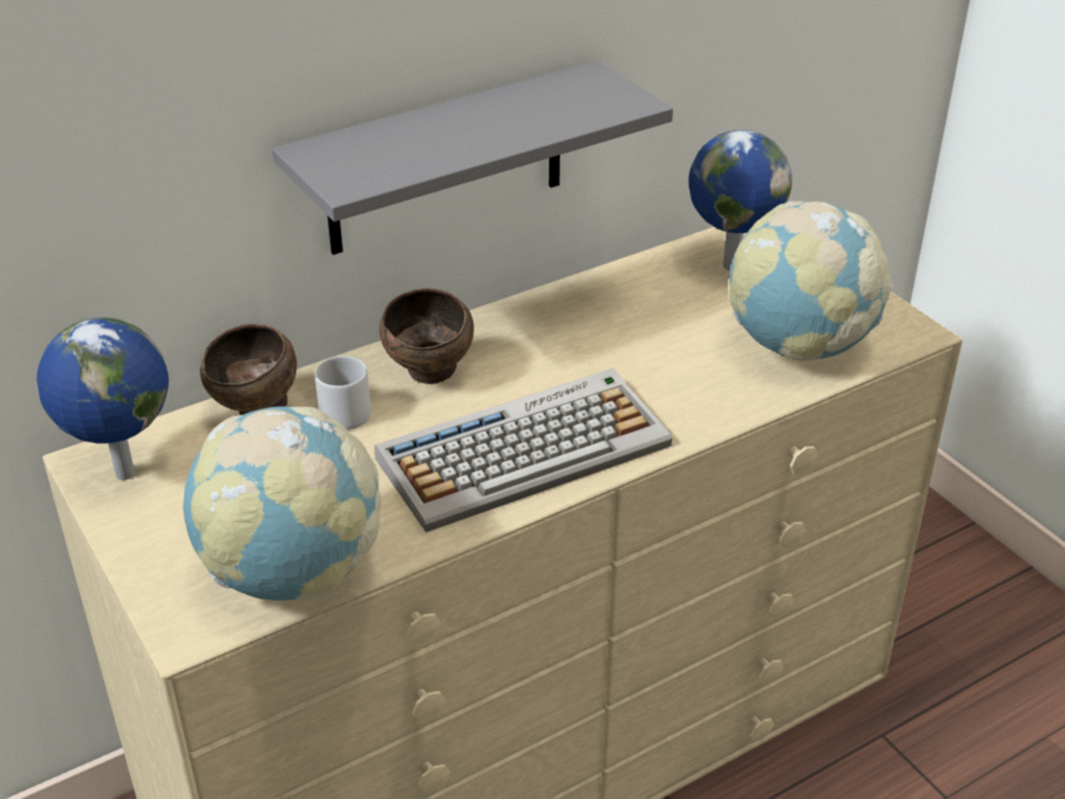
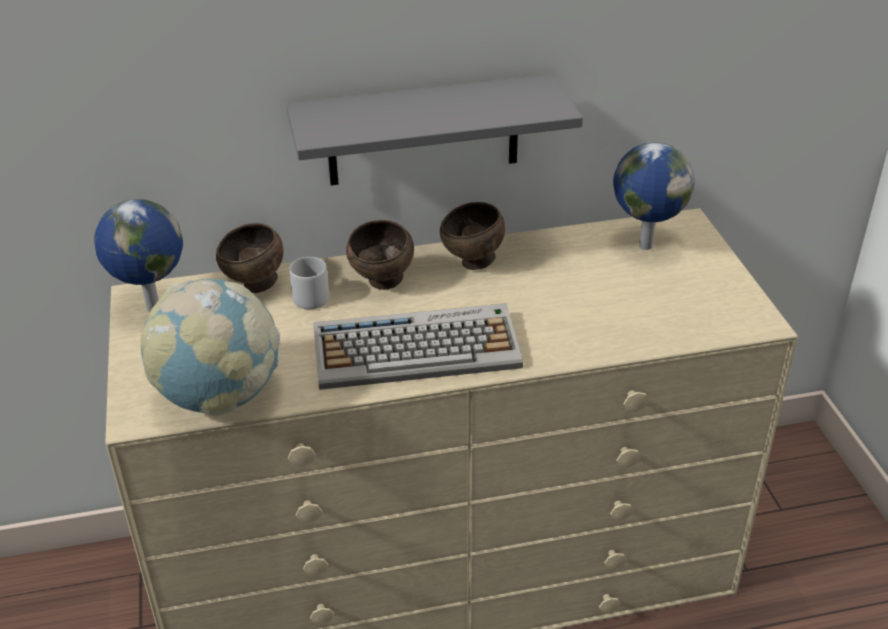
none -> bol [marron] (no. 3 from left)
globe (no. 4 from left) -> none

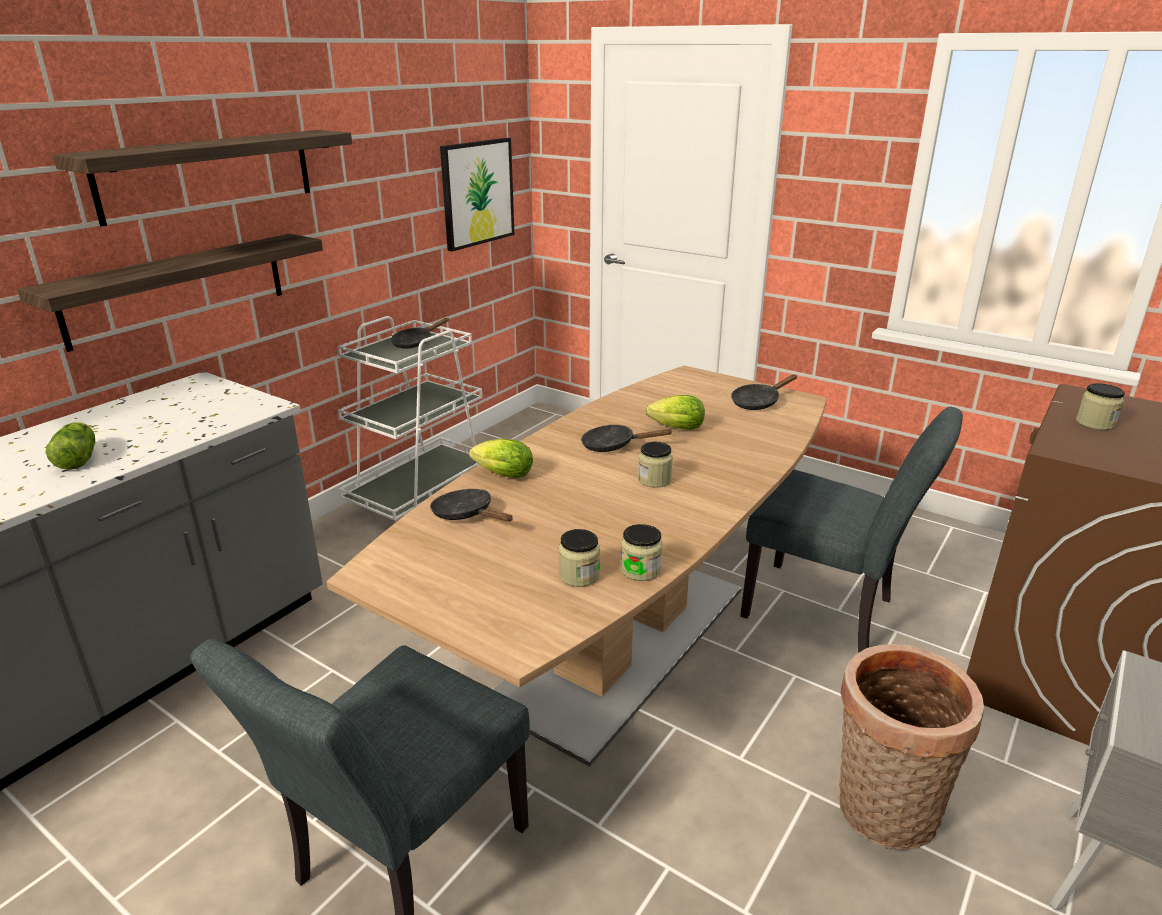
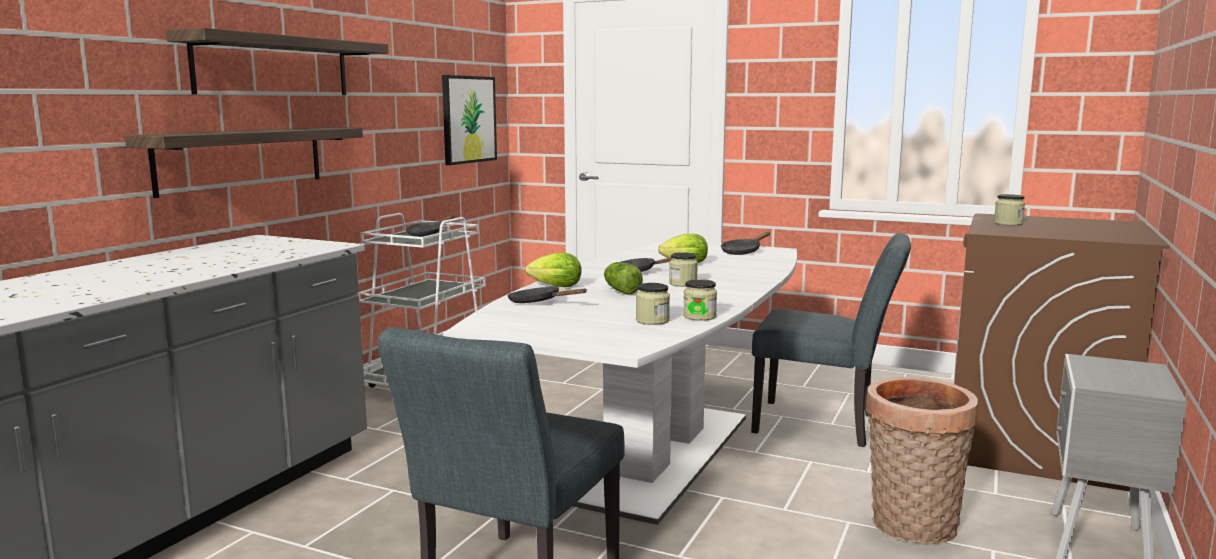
table à manger [marron] -> table à manger [blanc]
laitue (no. 1 from left in the first image) -> laitue (no. 2 from left), shifted

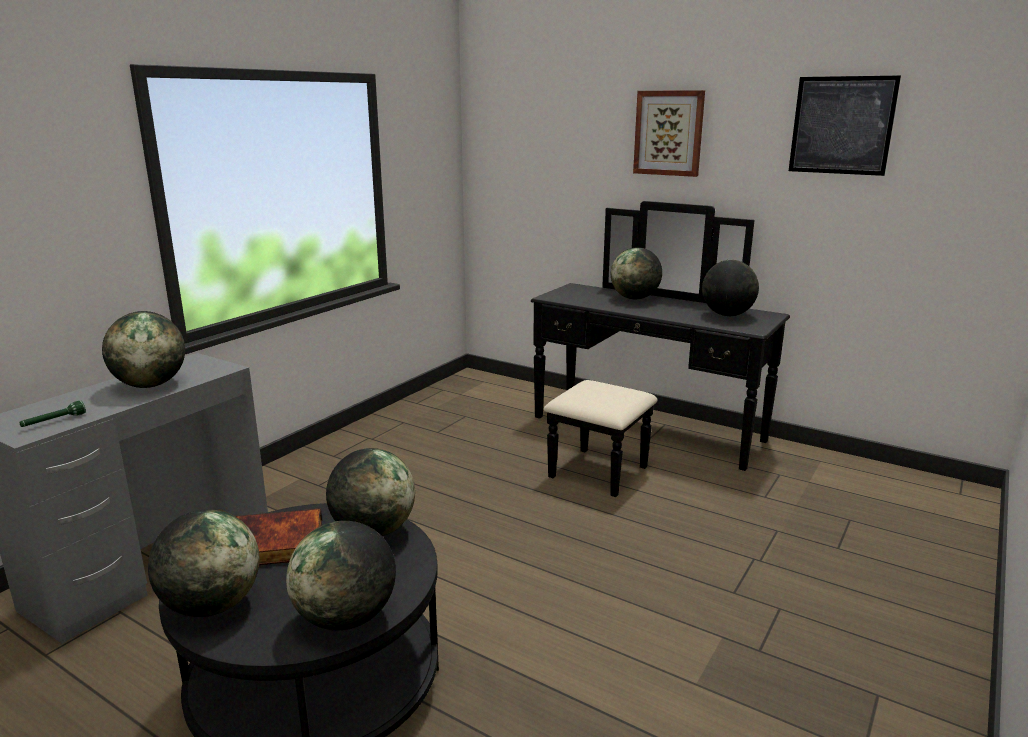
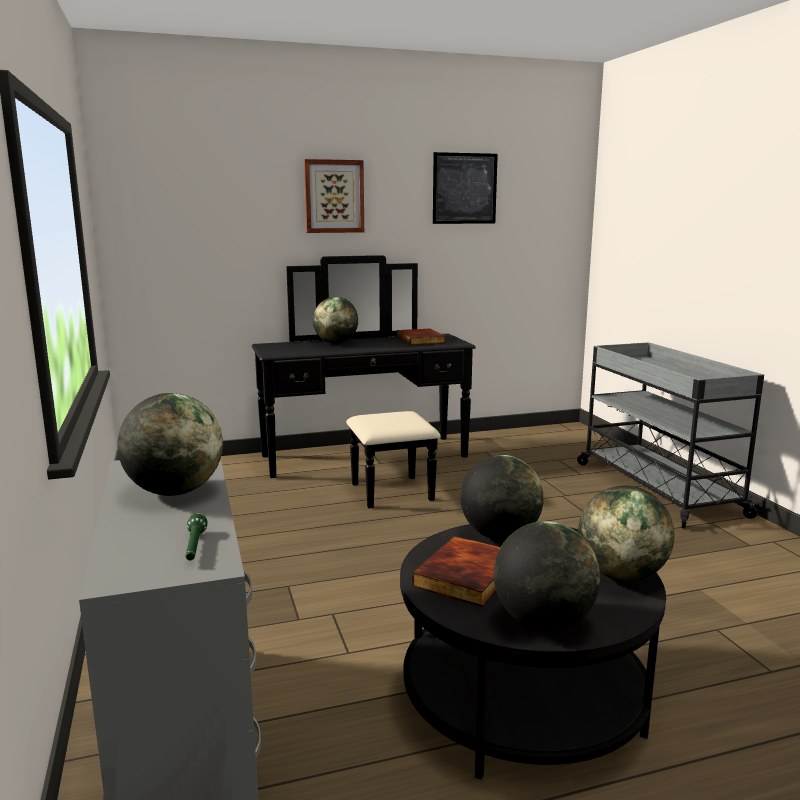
globe (no. 6 from left) -> livre (no. 1 from left)
none -> chariot [gris]

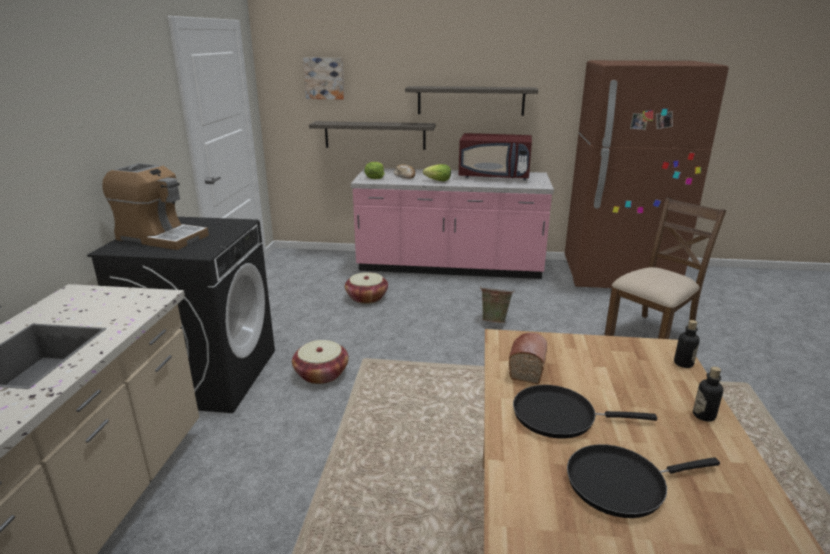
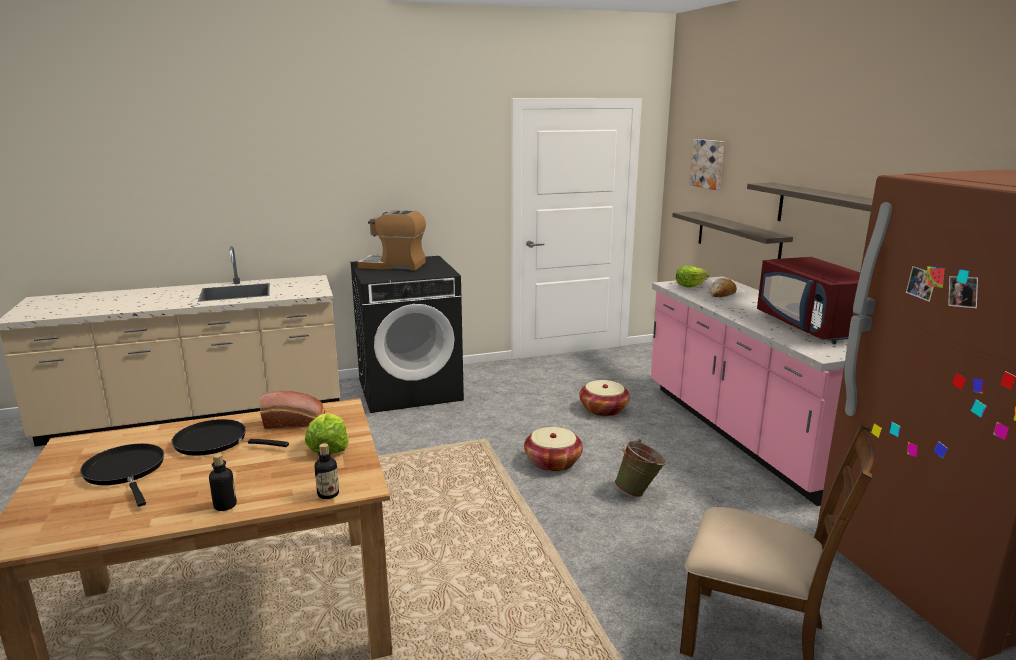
poêle [noir] (no. 1 from left in the first image) -> poêle [noir] (no. 2 from left), 60 degrees counterclockwise
laitue (no. 2 from left in the first image) -> laitue (no. 1 from left), shifted
machine à café, 105 degrees clockwise
panier (no. 1 from left), shifted

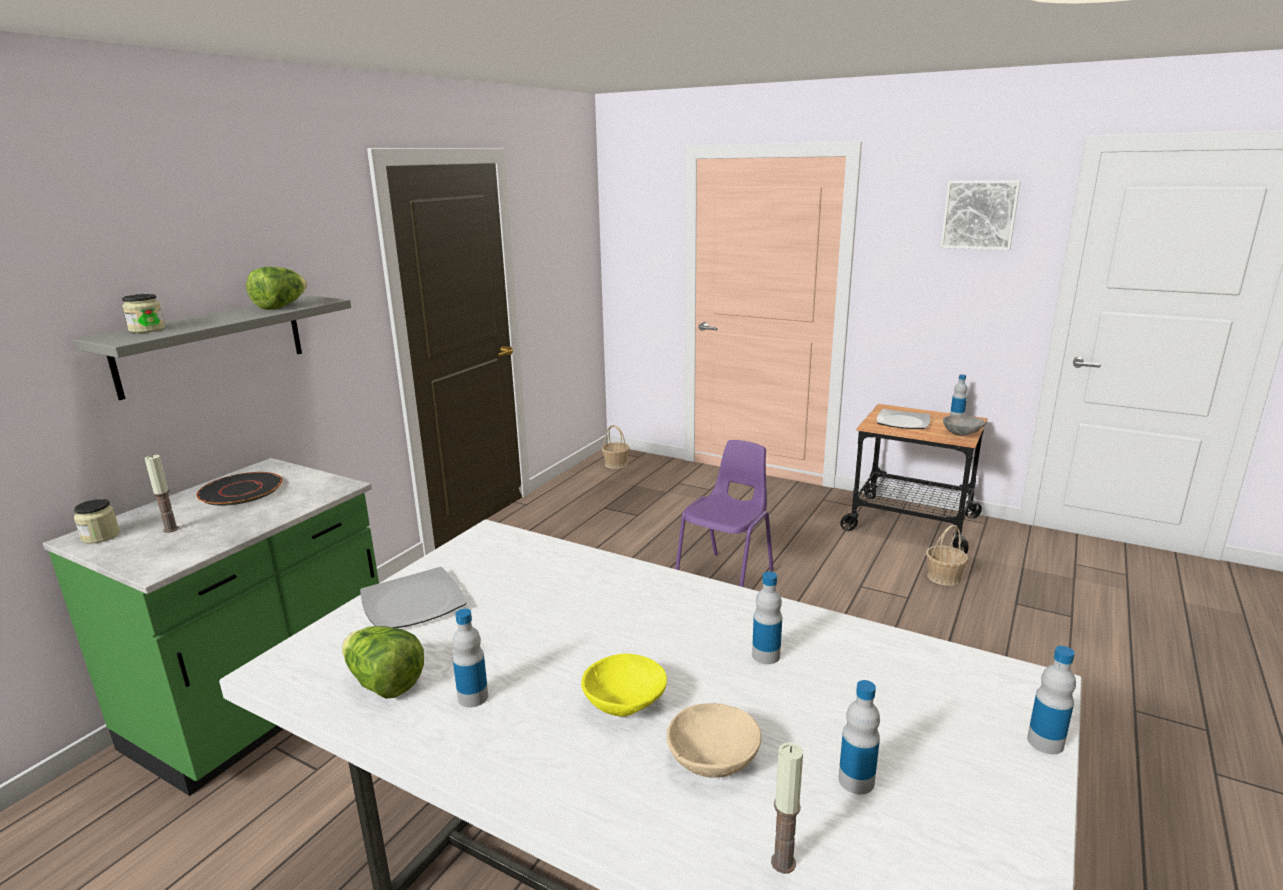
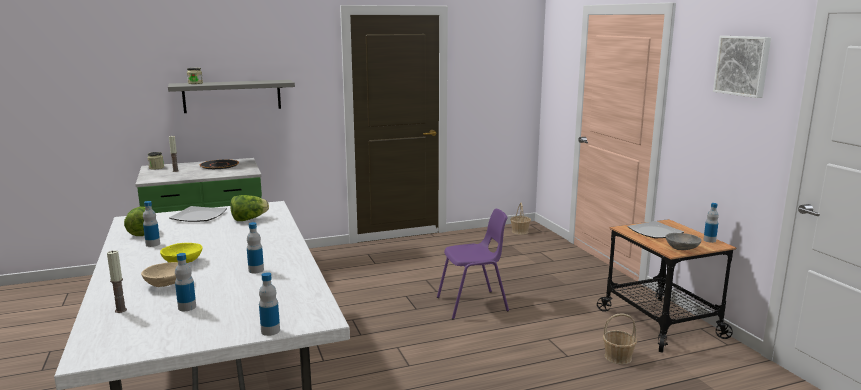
laitue (no. 1 from left in the first image) -> laitue (no. 2 from left), shifted

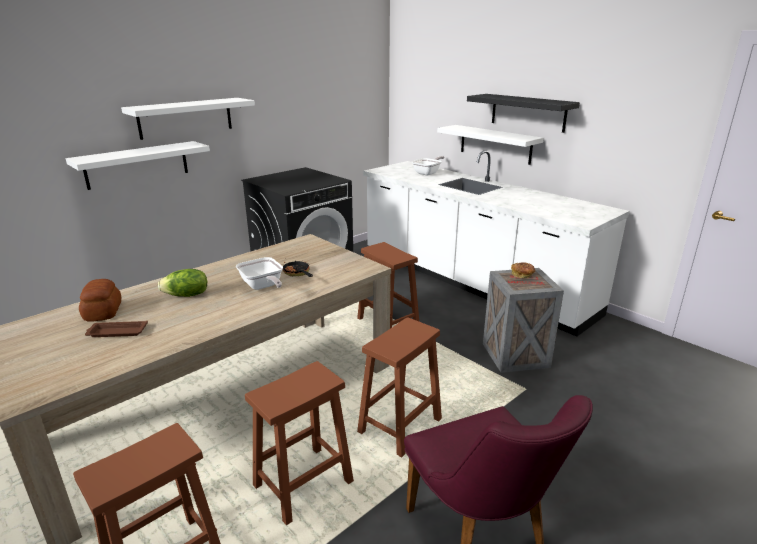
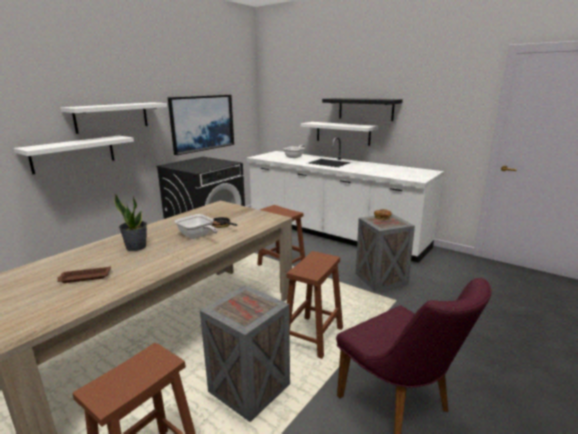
laitue -> plante en pot
none -> tableau
tabouret [marron] (no. 2 from left) -> caisse (no. 1 from left)
pain (no. 1 from left) -> none

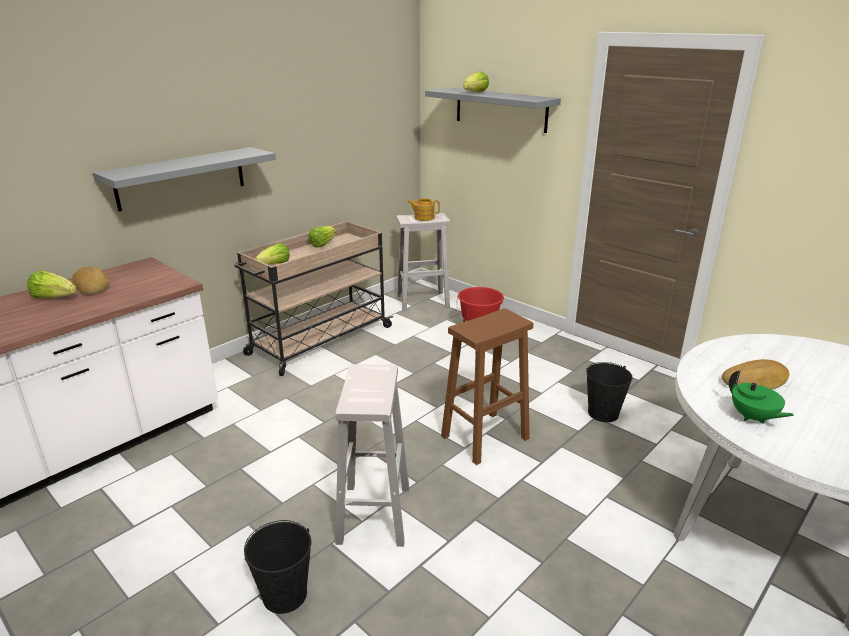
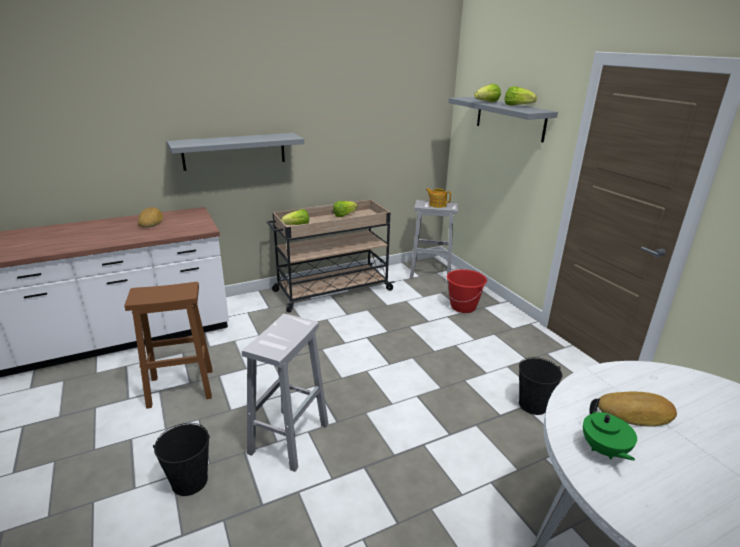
tabouret [marron], shifted
laitue (no. 1 from left in the first image) -> laitue (no. 4 from left), shifted

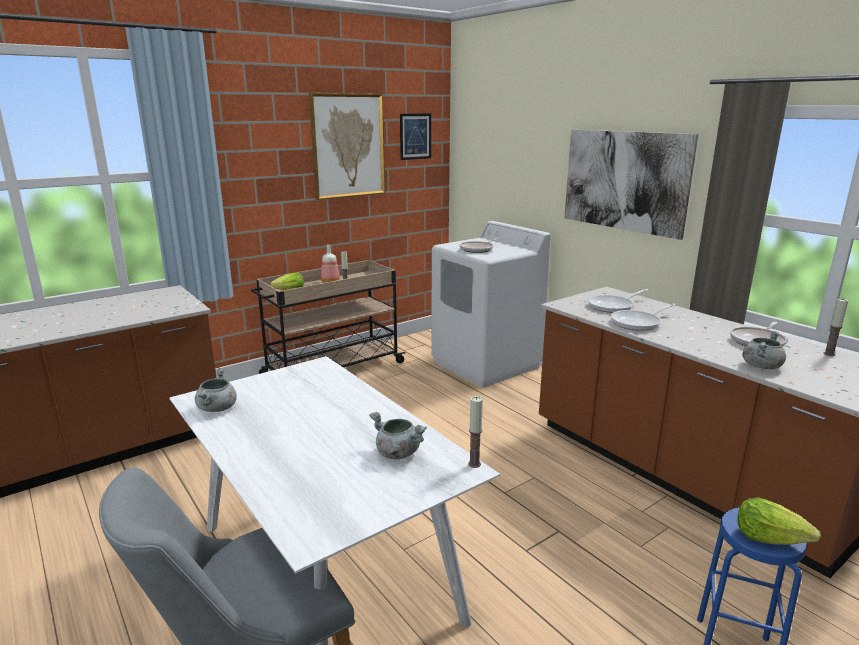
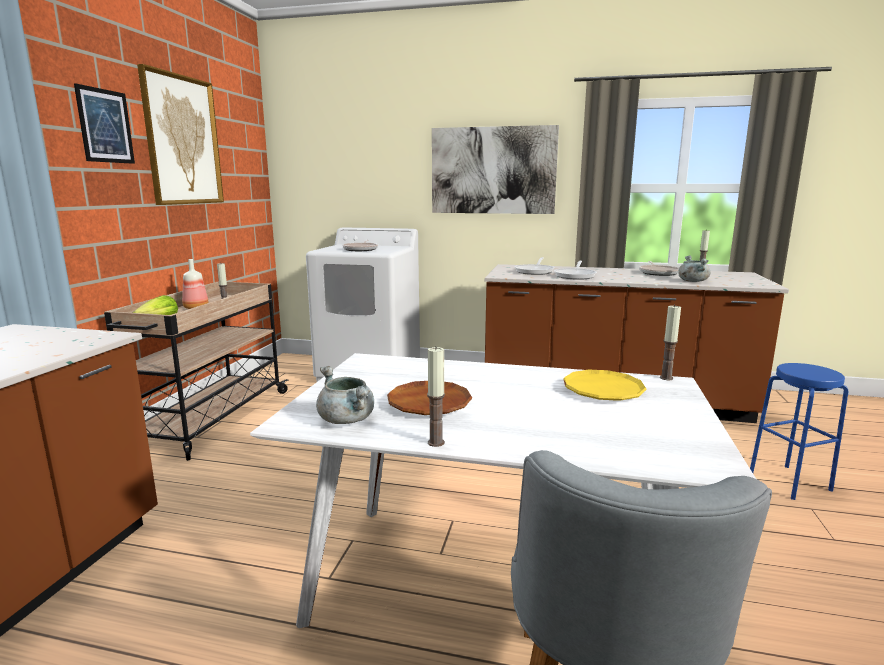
tableau (no. 2 from left in the first image) -> tableau (no. 1 from left), shifted
none -> assiette [marron]
none -> bougie (no. 2 from left)
marmite [gris] (no. 2 from left) -> assiette [jaune]
laitue (no. 2 from left) -> none

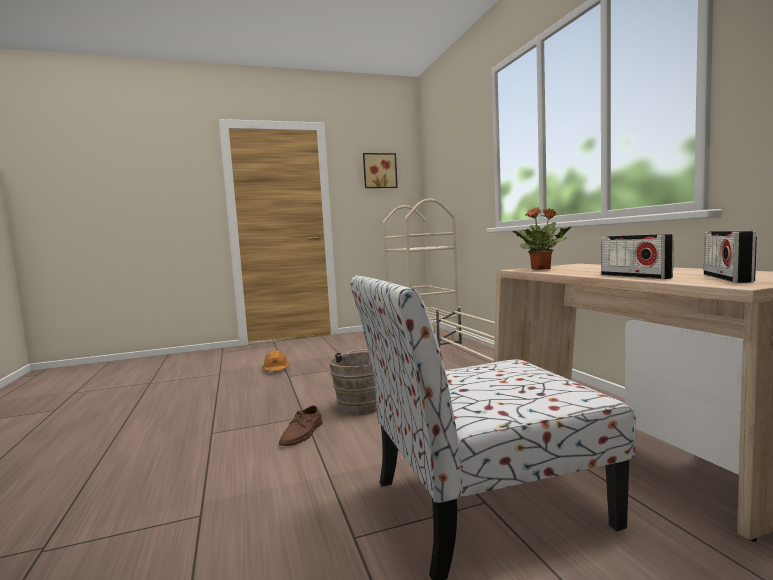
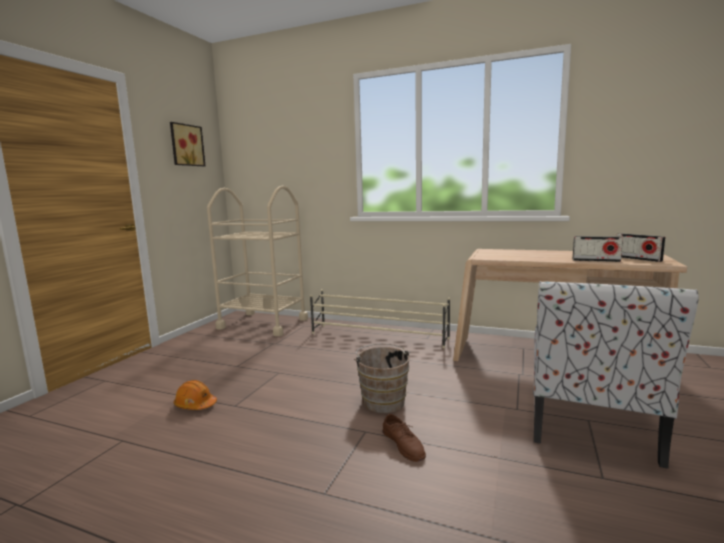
plante en pot -> none

